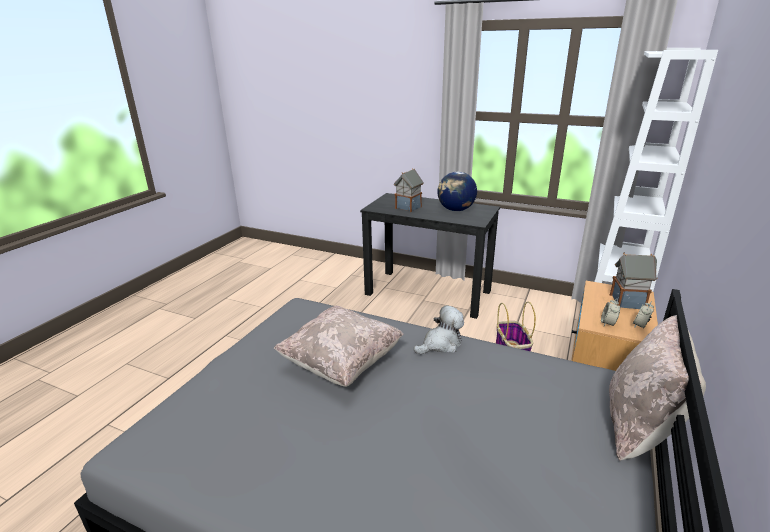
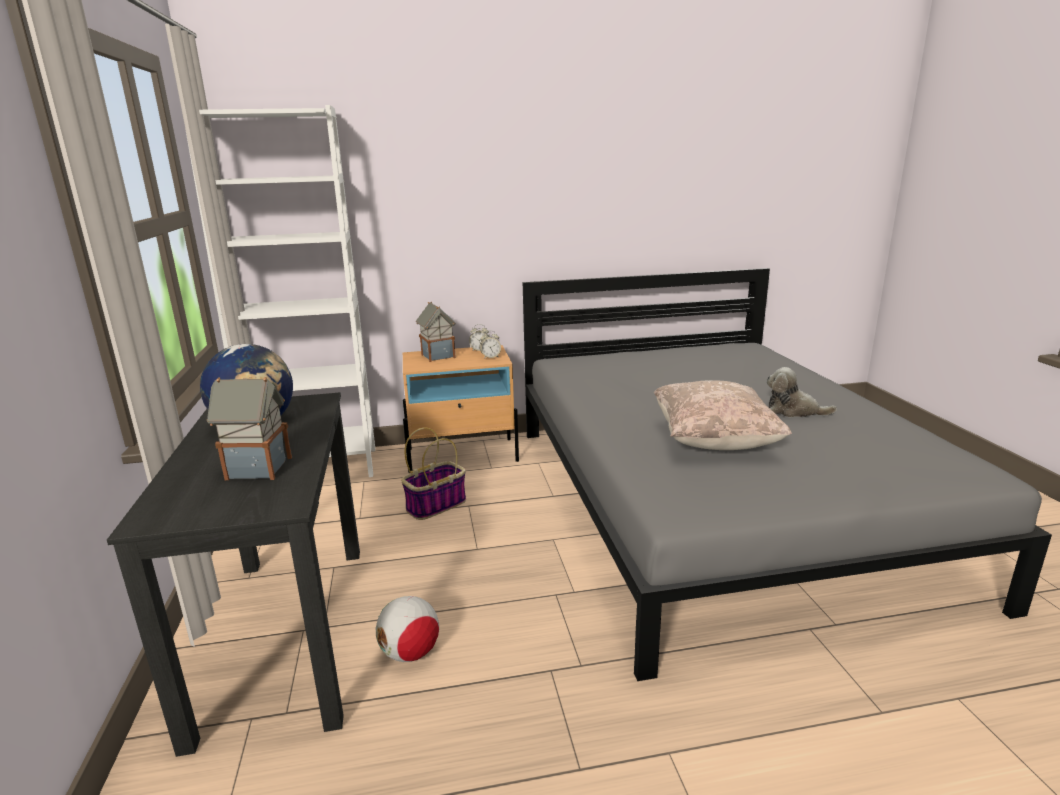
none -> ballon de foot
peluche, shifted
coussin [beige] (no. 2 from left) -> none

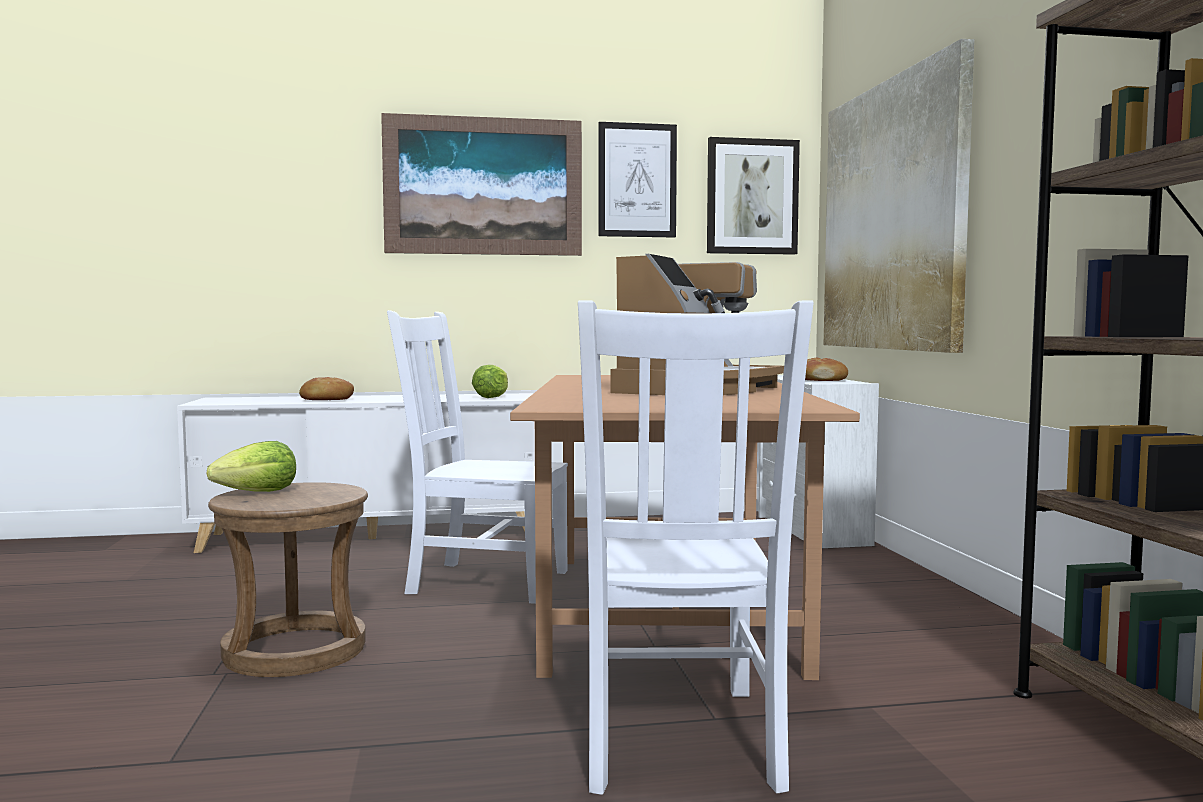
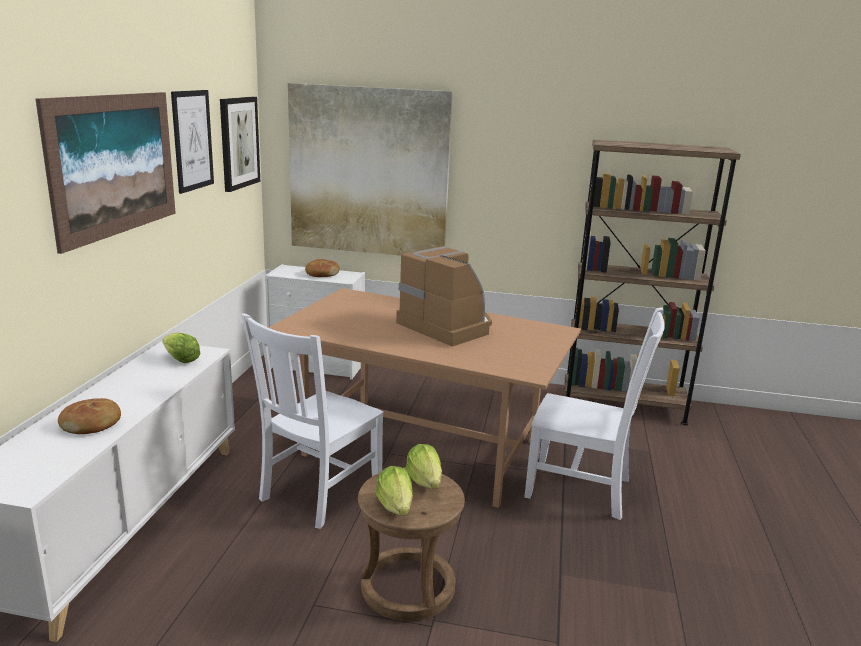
none -> laitue (no. 3 from left)

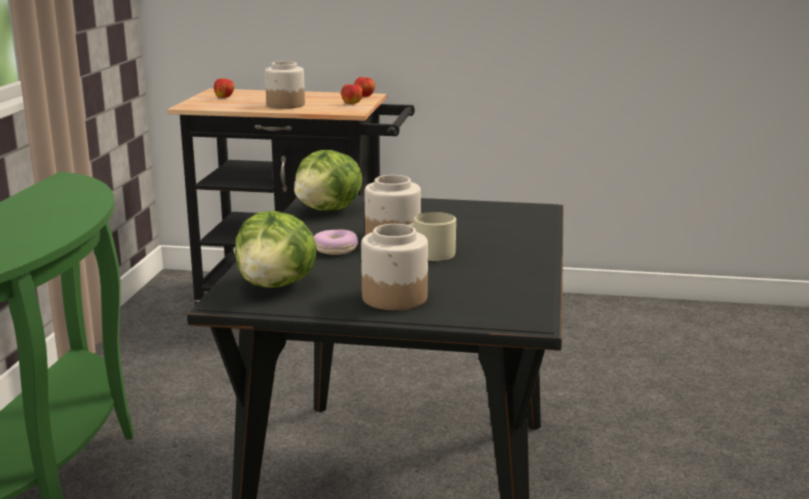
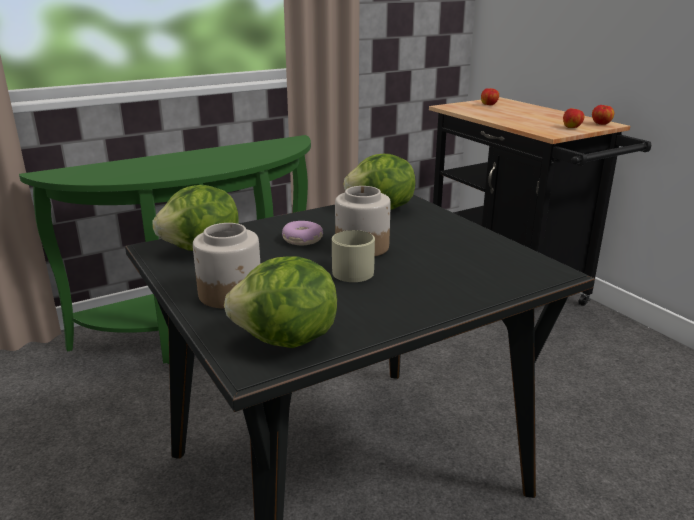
none -> laitue (no. 2 from left)
bocal (no. 1 from left) -> none

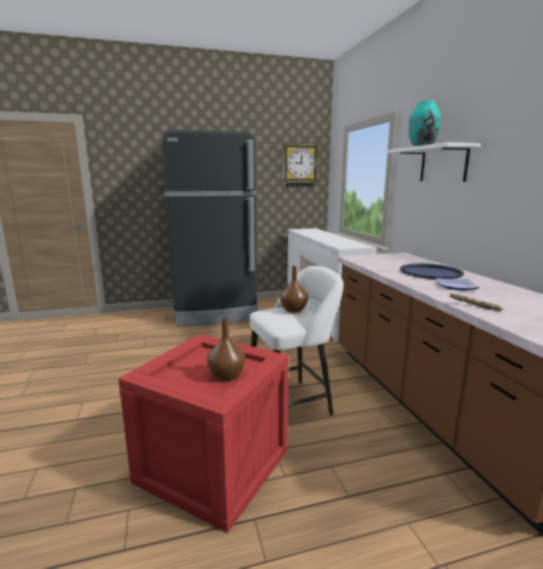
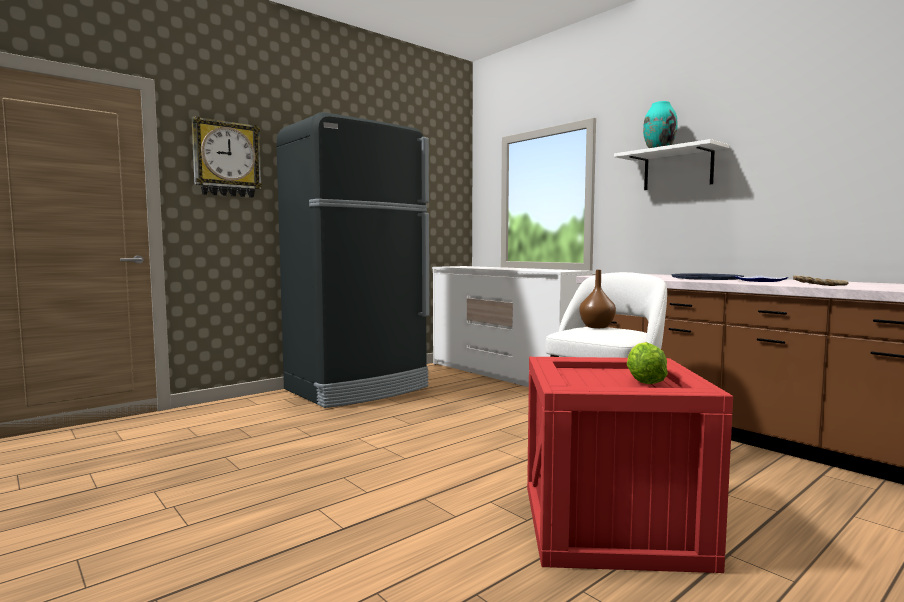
horloge murale, shifted
vase [marron] (no. 1 from left) -> laitue

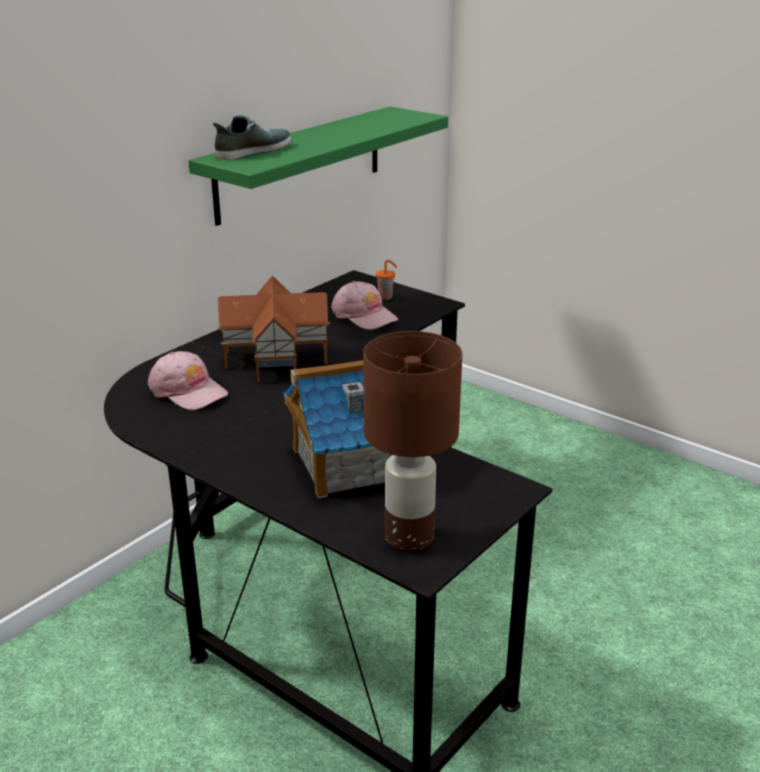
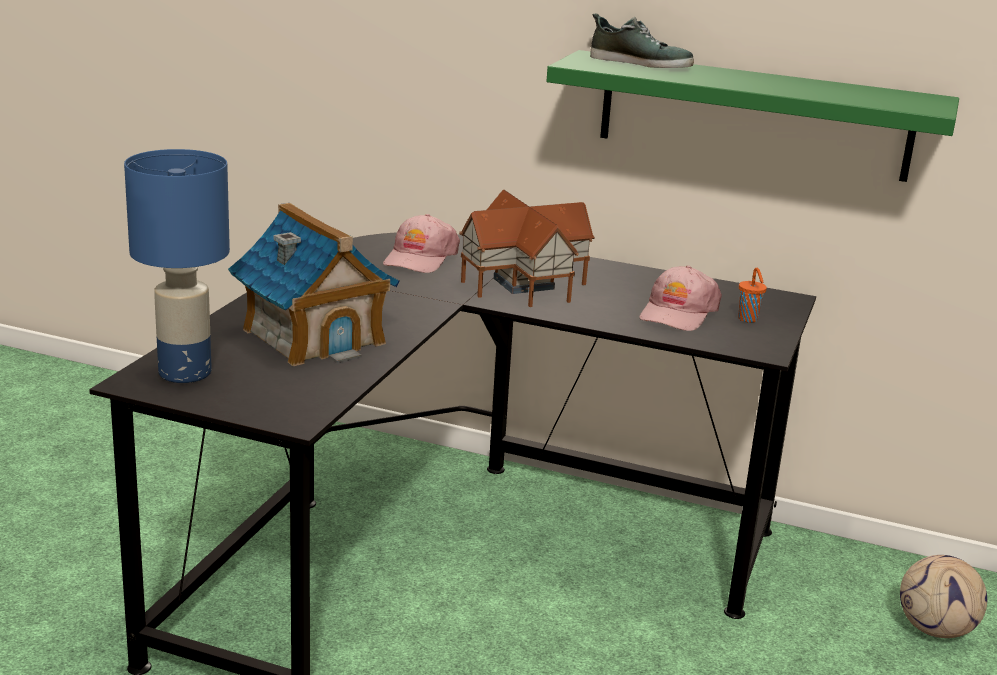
lampe de table [marron] -> lampe de table [bleu]
none -> ballon de foot

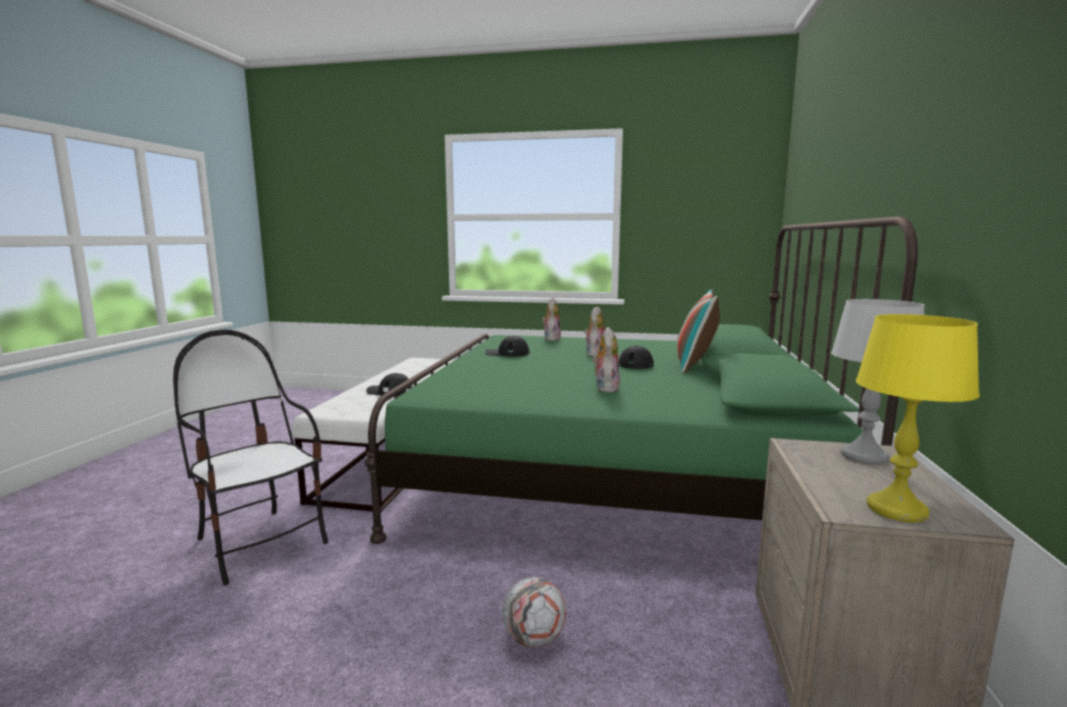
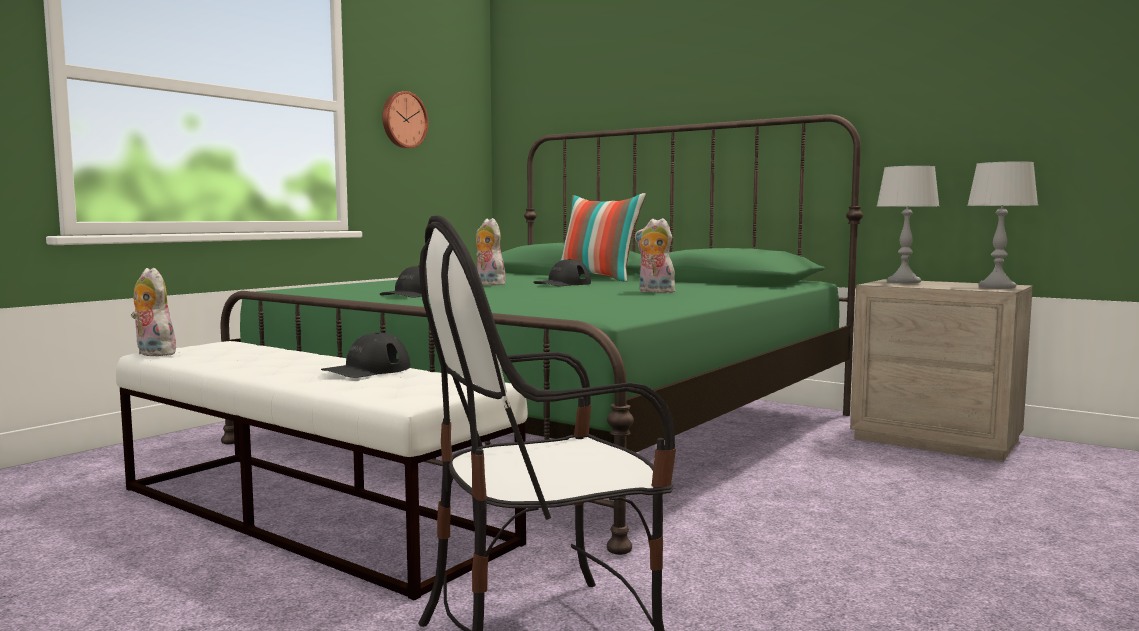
peluche (no. 1 from left), shifted
none -> horloge murale
lampe de table [jaune] -> lampe de table [gris] (no. 2 from left)
ballon de foot -> none

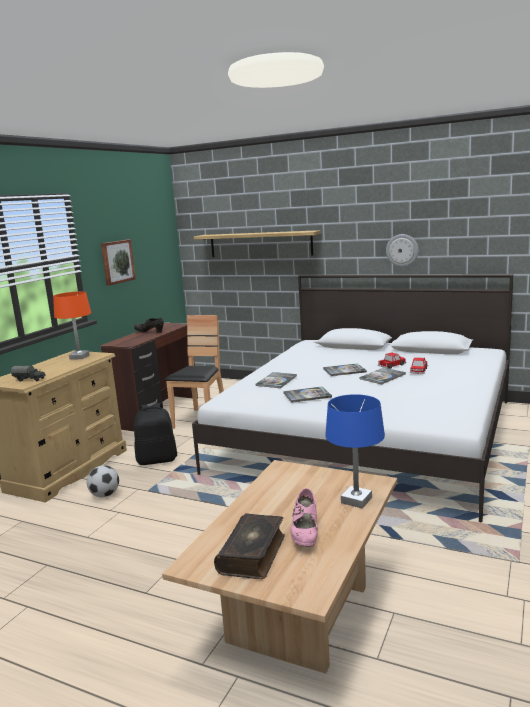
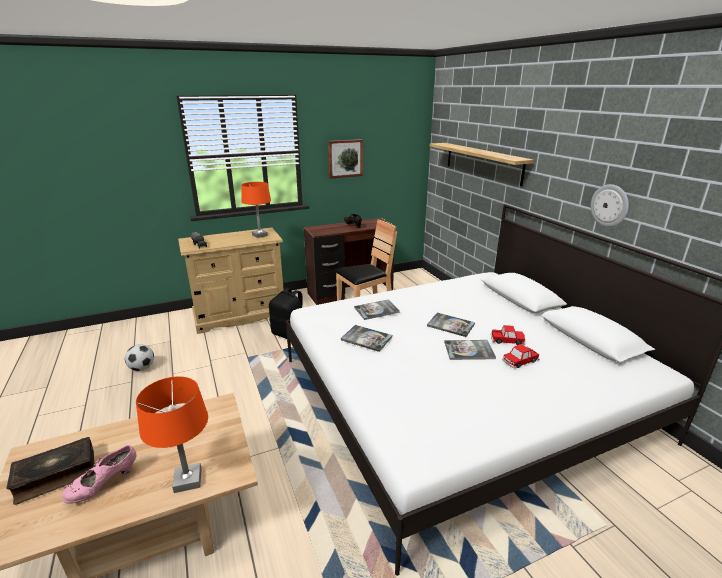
ballon de foot, shifted
lampe de table [bleu] -> lampe de table [orange] (no. 1 from left)

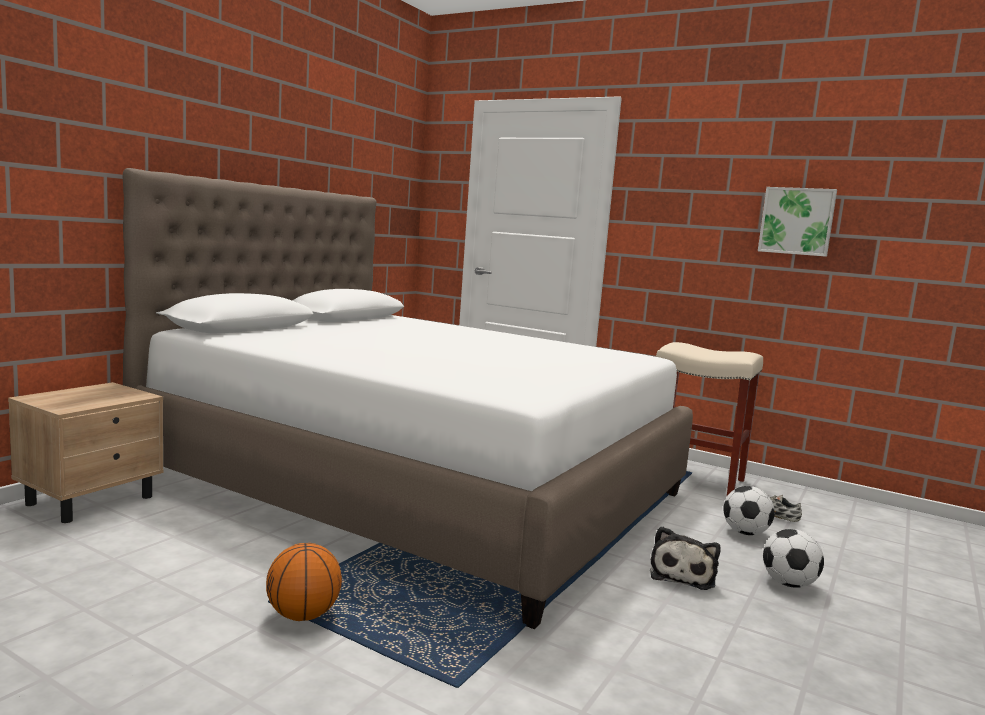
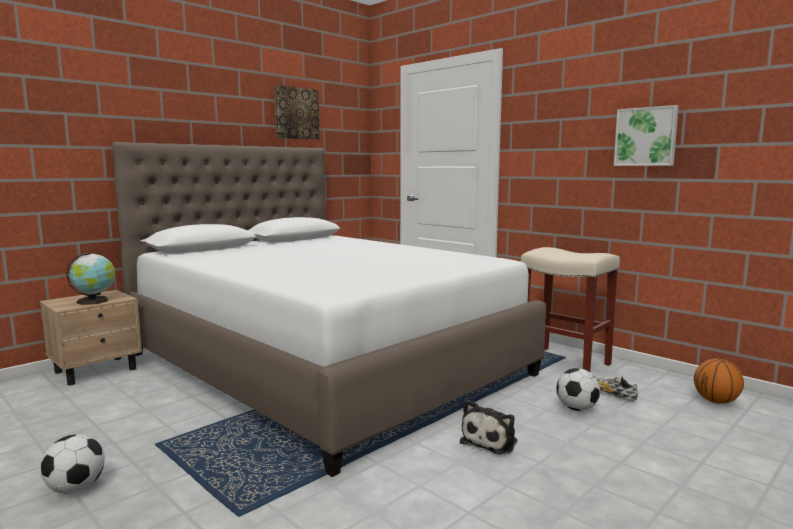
ballon de foot (no. 2 from left in the first image) -> ballon de foot (no. 1 from left), shifted
none -> globe
none -> tableau (no. 1 from left)
ballon de basket, shifted

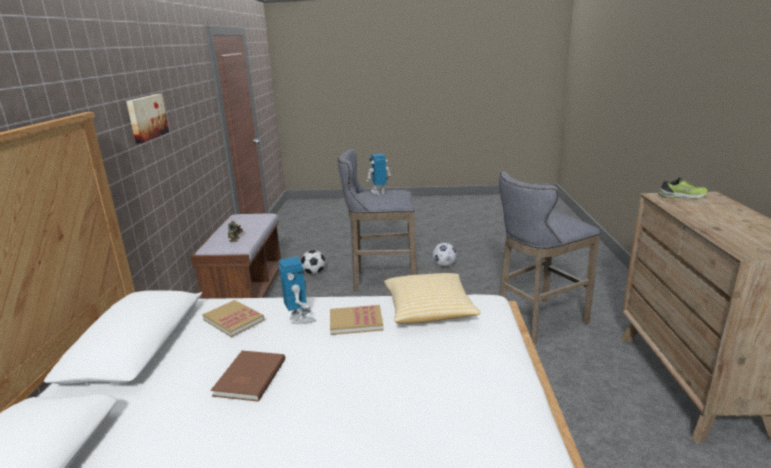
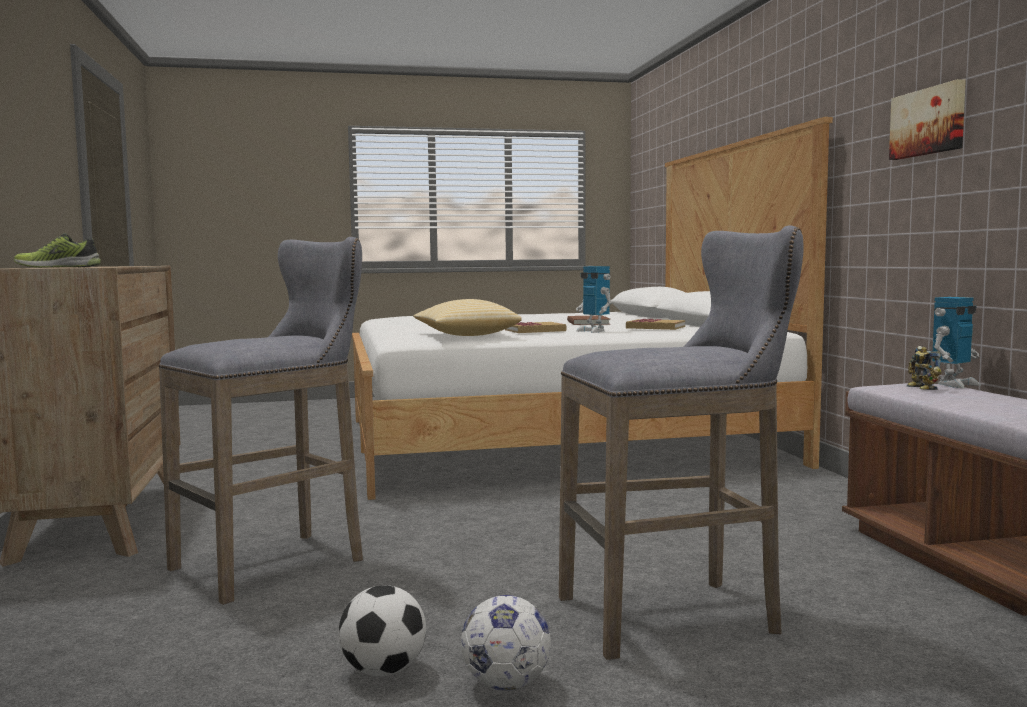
ballon de foot (no. 1 from left), shifted
robot jouet (no. 3 from left), shifted

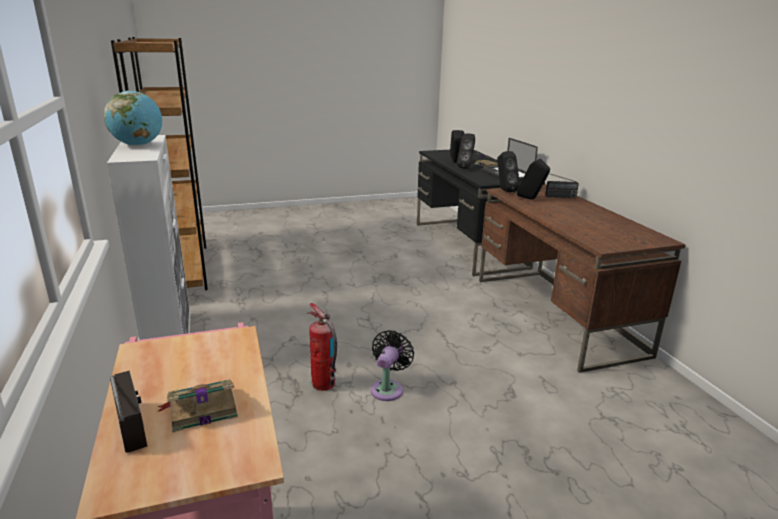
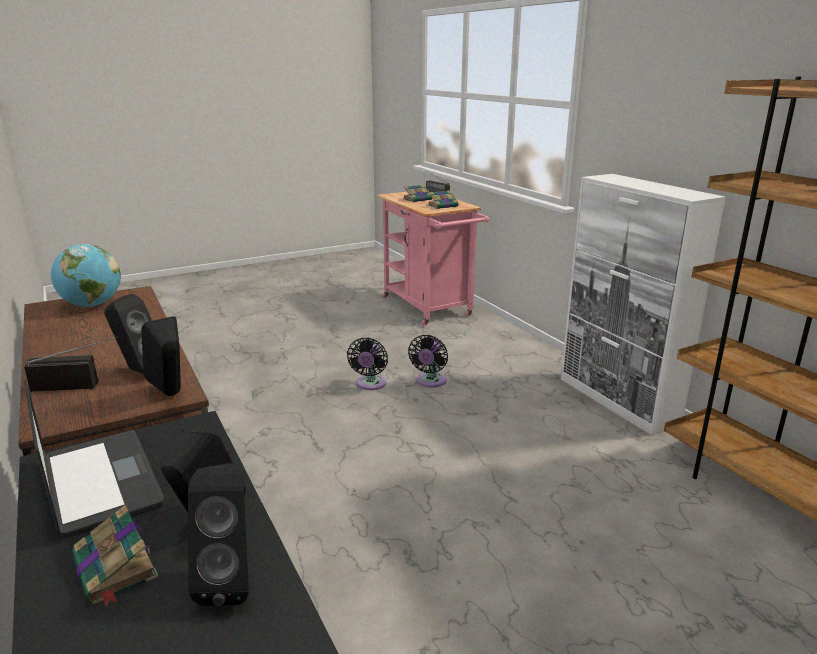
globe, shifted
extincteur -> ventilateur [noir] (no. 2 from left)
none -> livre (no. 3 from left)

